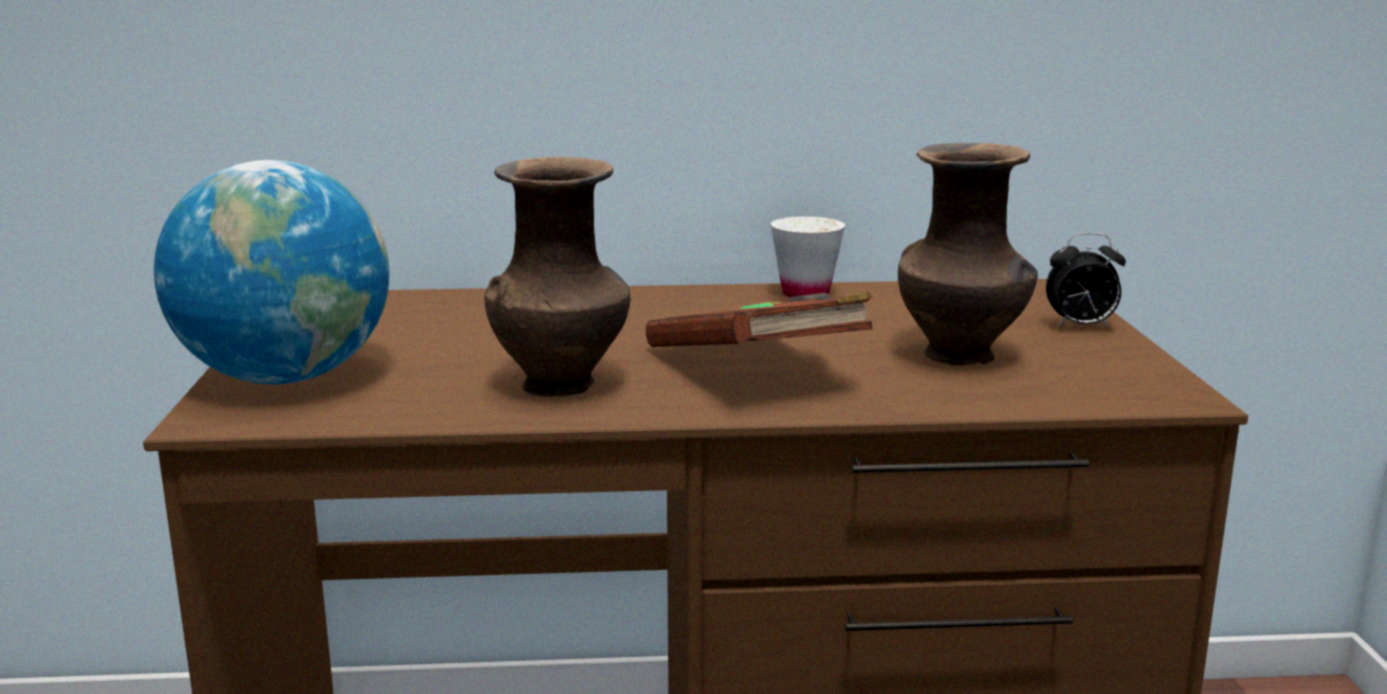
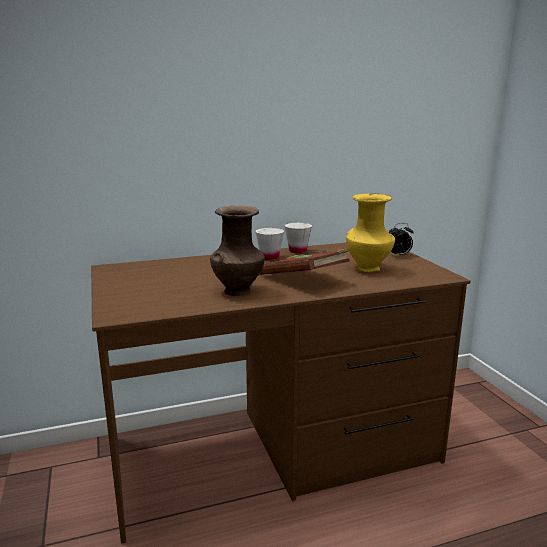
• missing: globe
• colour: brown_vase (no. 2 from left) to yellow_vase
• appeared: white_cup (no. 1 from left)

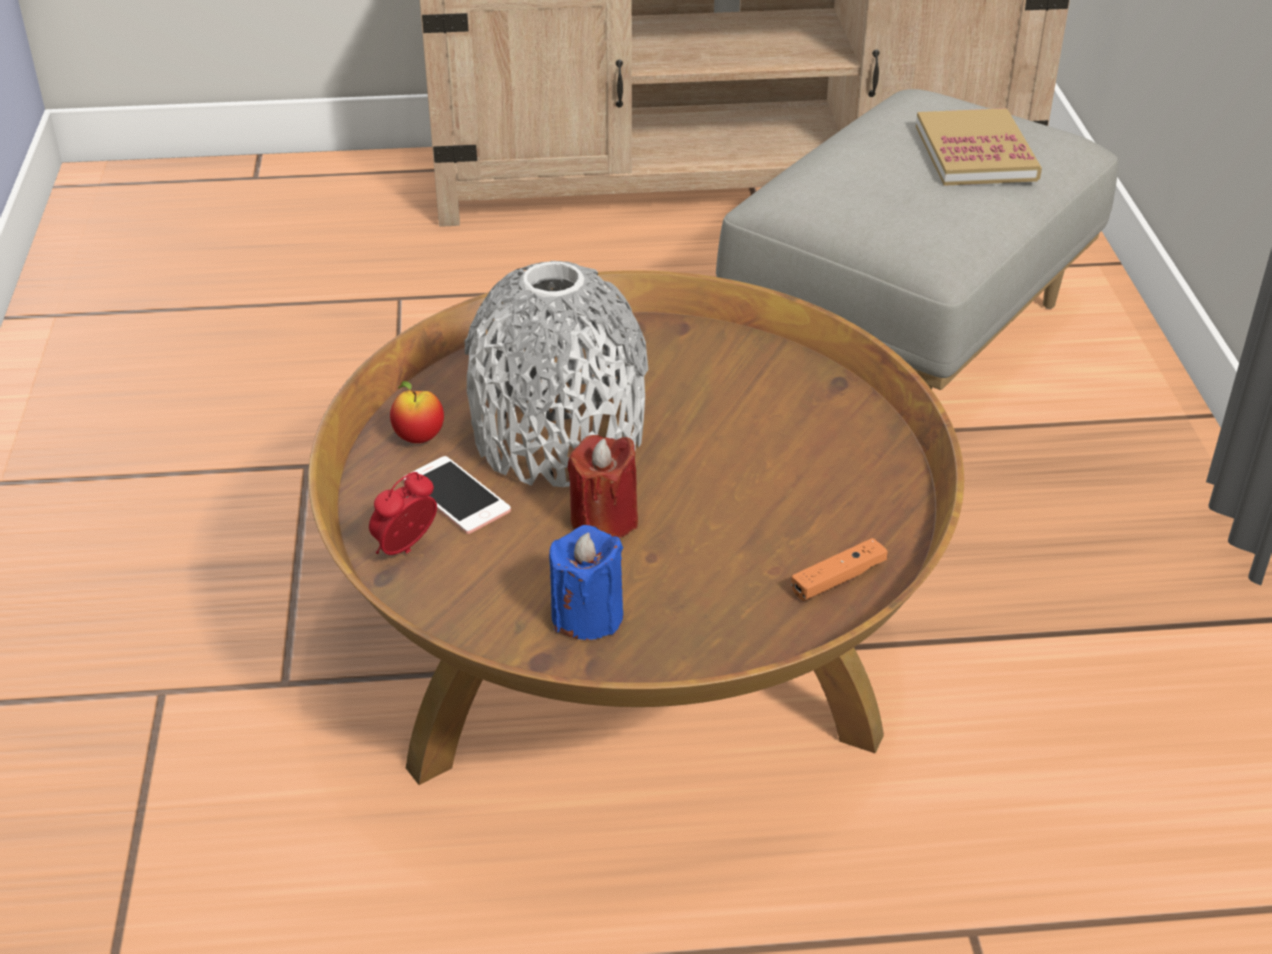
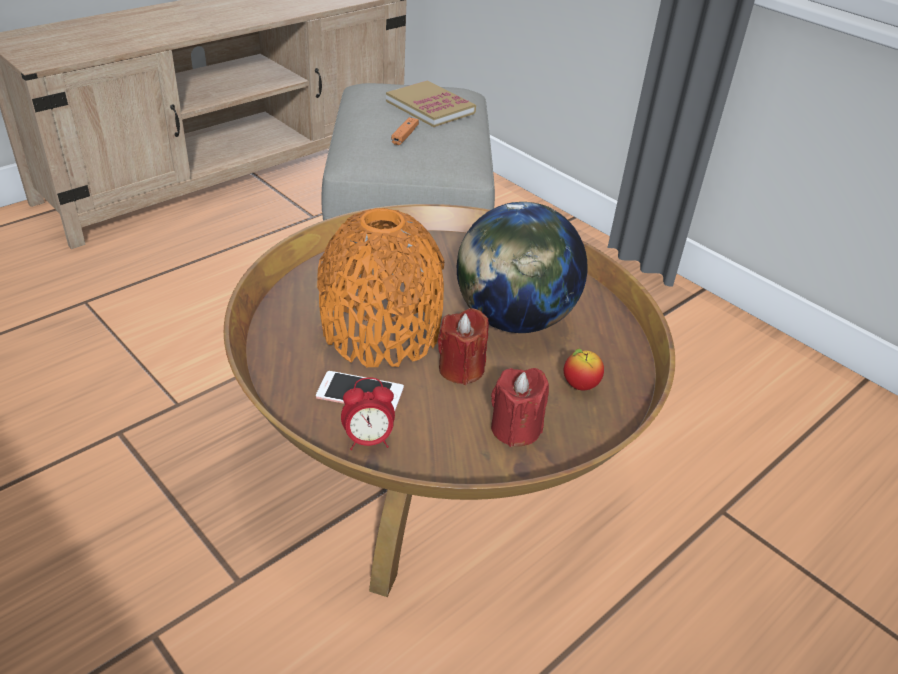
• spun: alarm_clock 105 degrees counterclockwise
• relocated: apple
• colour: grey_vase to orange_vase
• colour: blue_candle to red_candle (no. 2 from left)
• relocated: orange_game_controller
• appeared: globe

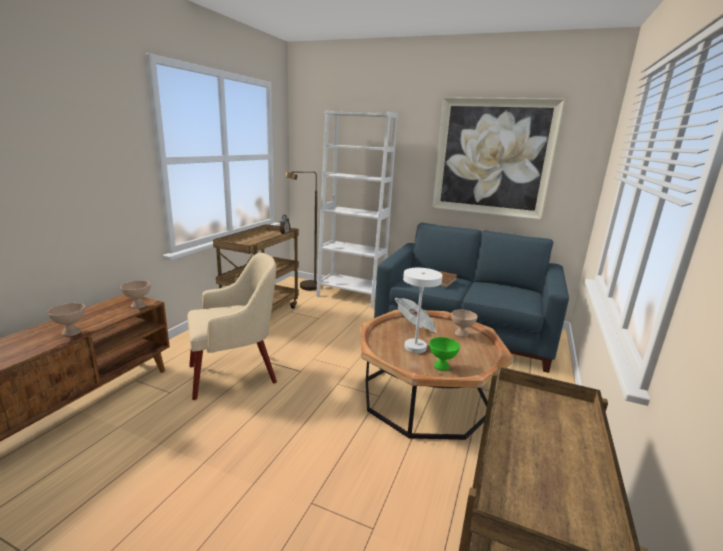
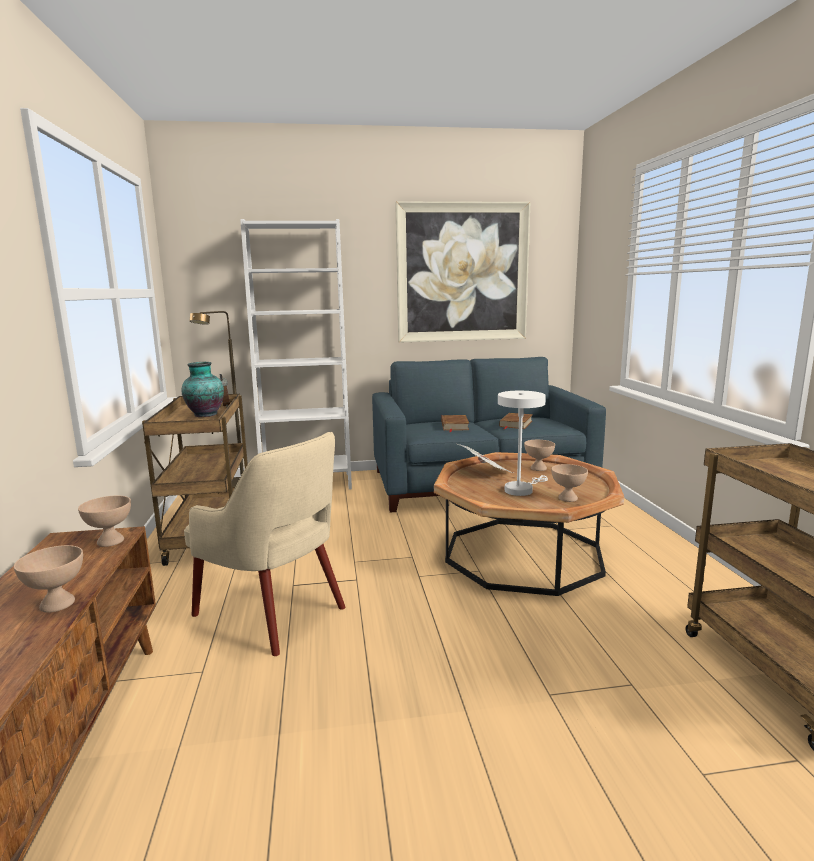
• spun: beige_armchair 90 degrees clockwise
• colour: green_bowl to beige_bowl (no. 4 from left)
• appeared: vase
• appeared: brown_book (no. 2 from left)

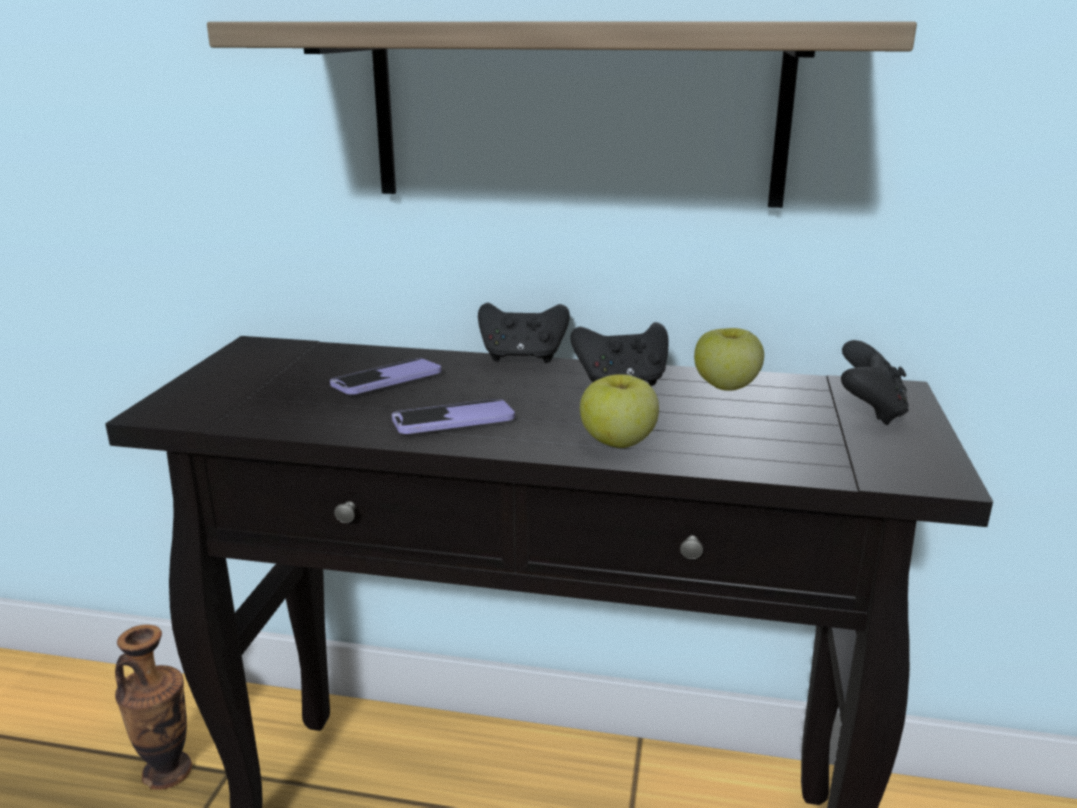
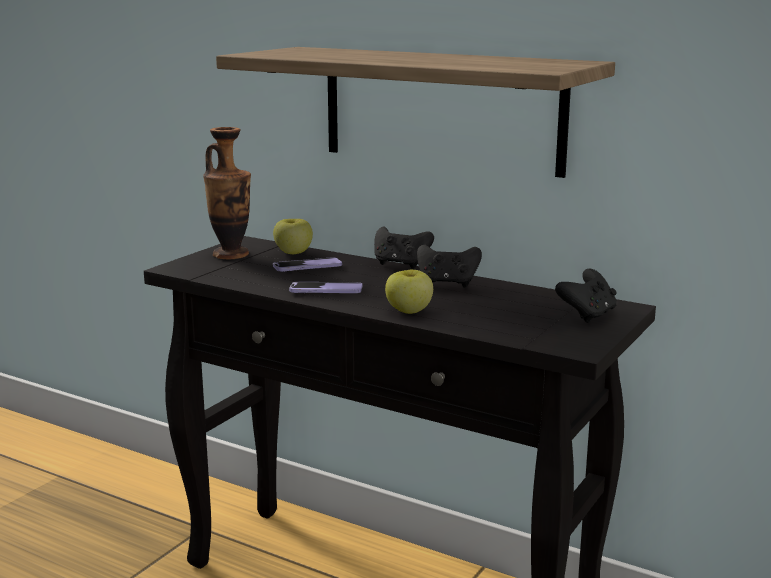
• relocated: vase
• relocated: apple (no. 2 from left in the first image) to apple (no. 1 from left)

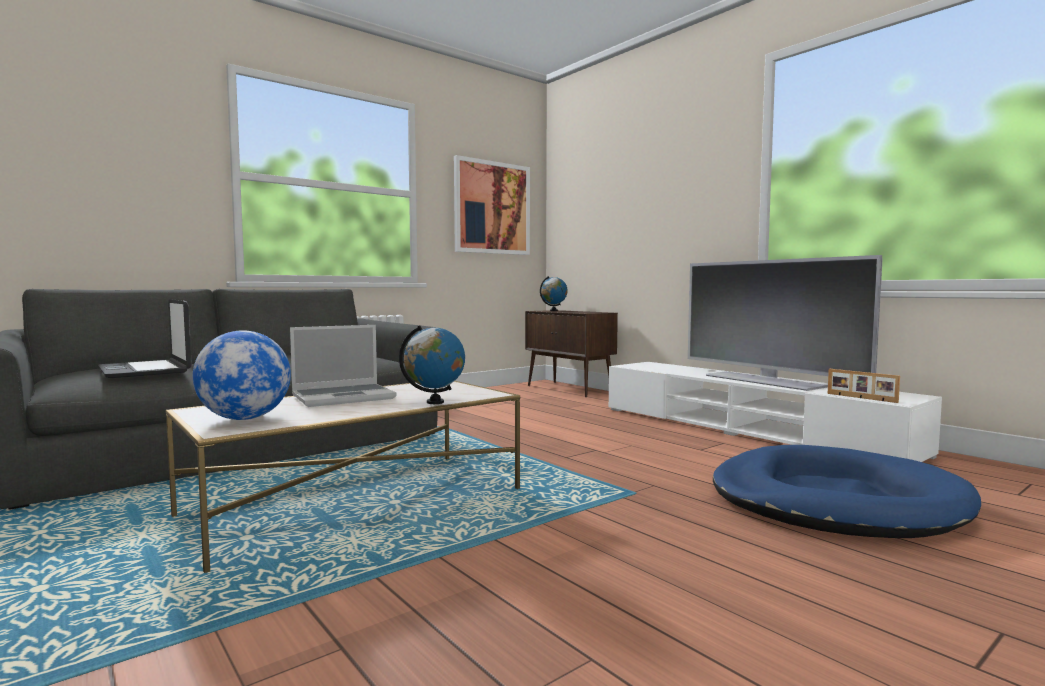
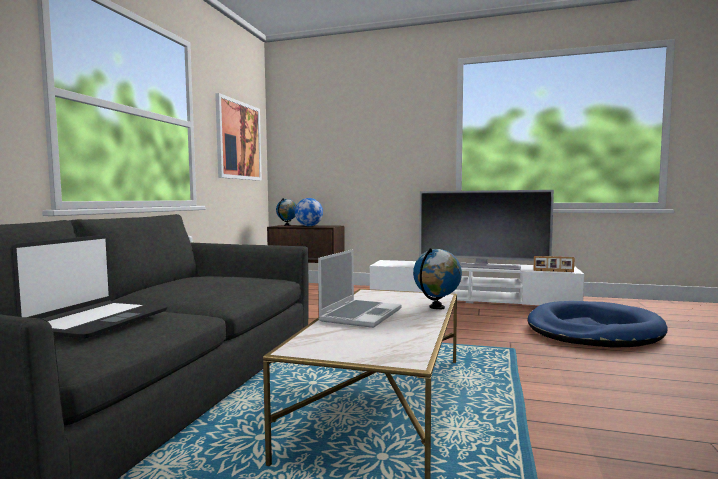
• spun: laptop (no. 1 from left) 90 degrees counterclockwise
• relocated: globe (no. 1 from left in the first image) to globe (no. 2 from left)

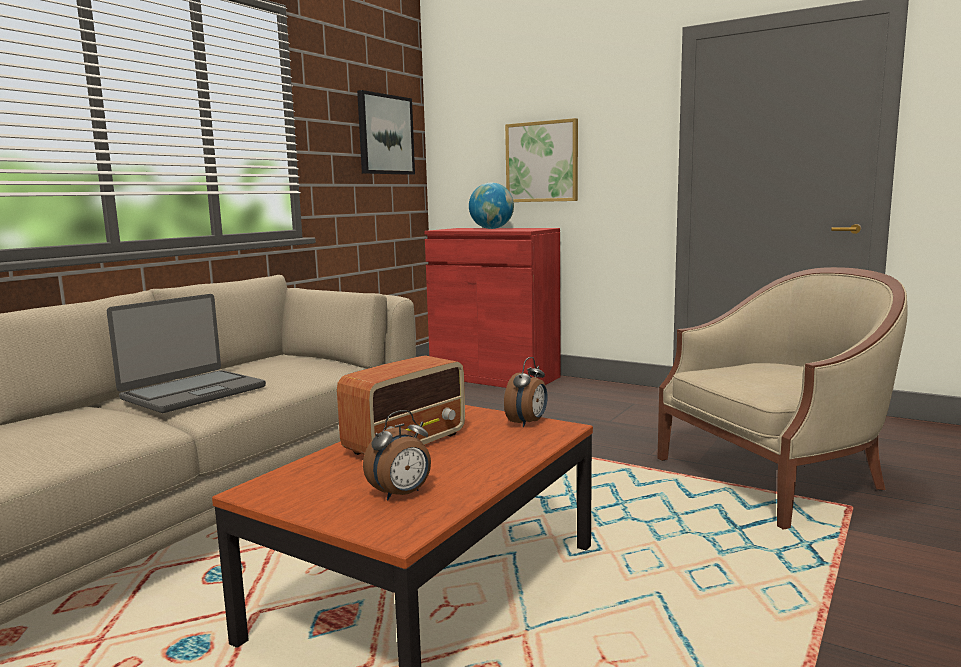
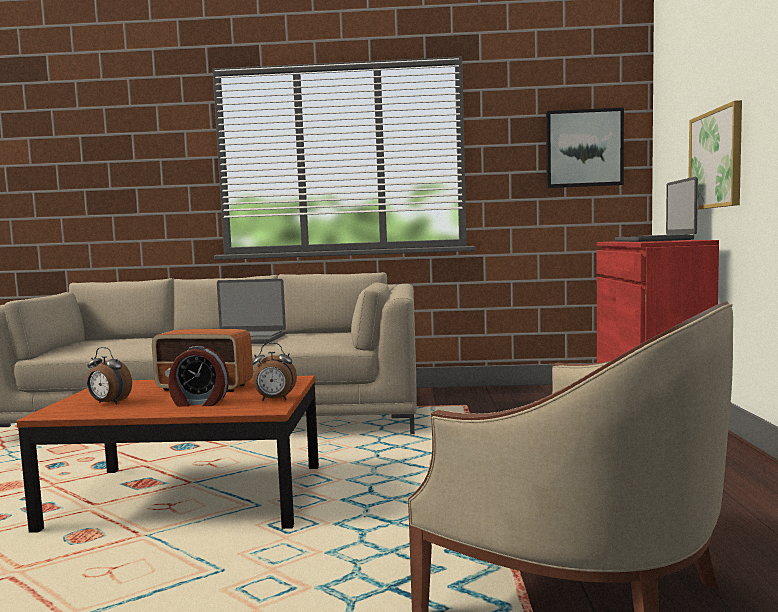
• exchanged: globe to laptop (no. 2 from left)
• appeared: alarm_clock (no. 2 from left)

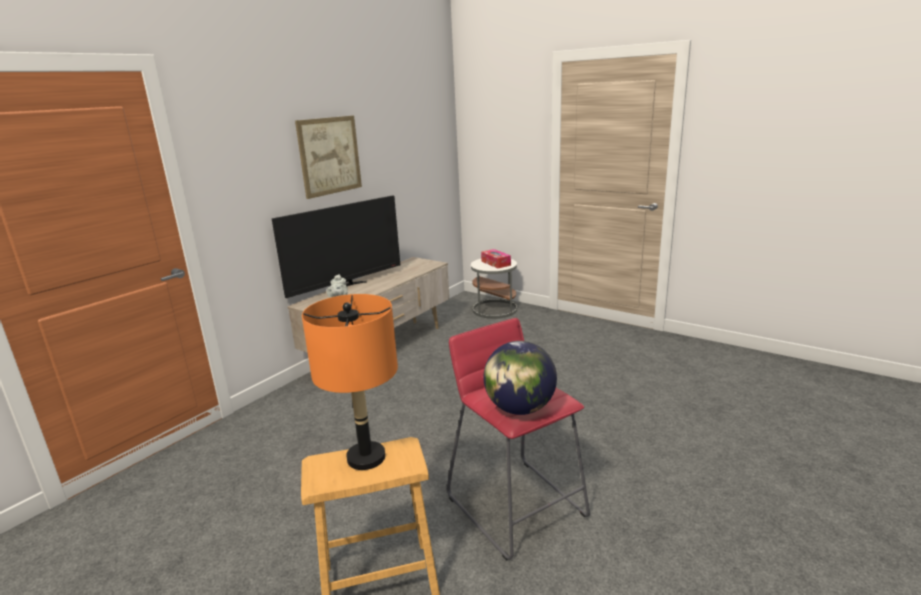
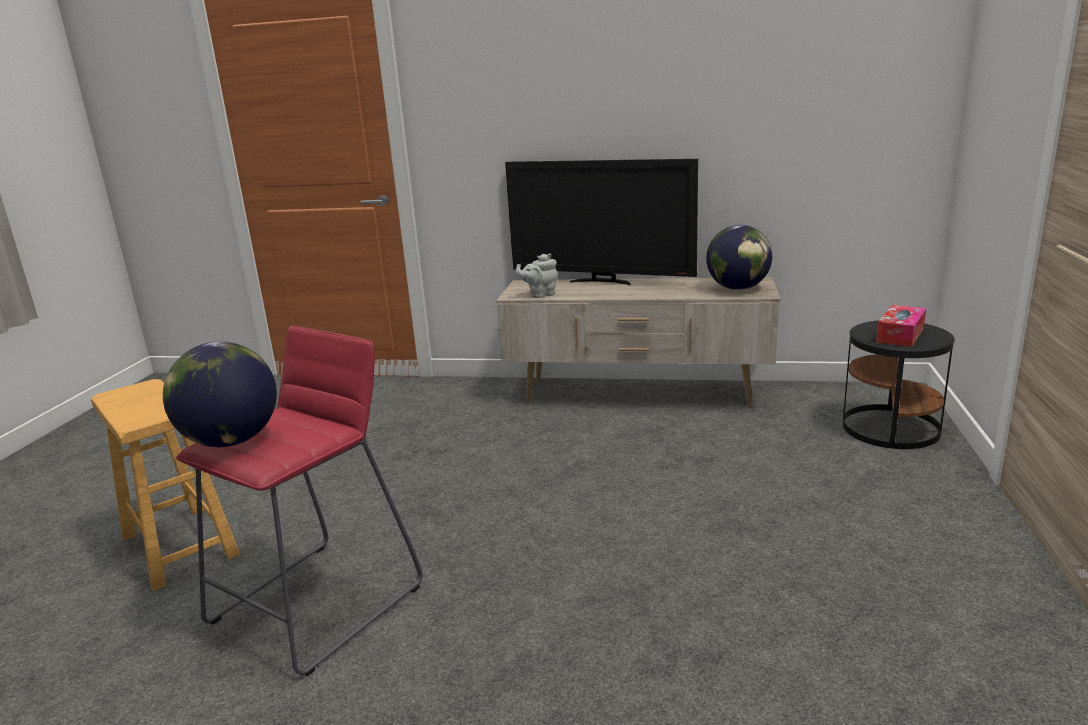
• missing: picture
• missing: orange_table_lamp
• colour: white_side_table to black_side_table
• appeared: globe (no. 2 from left)

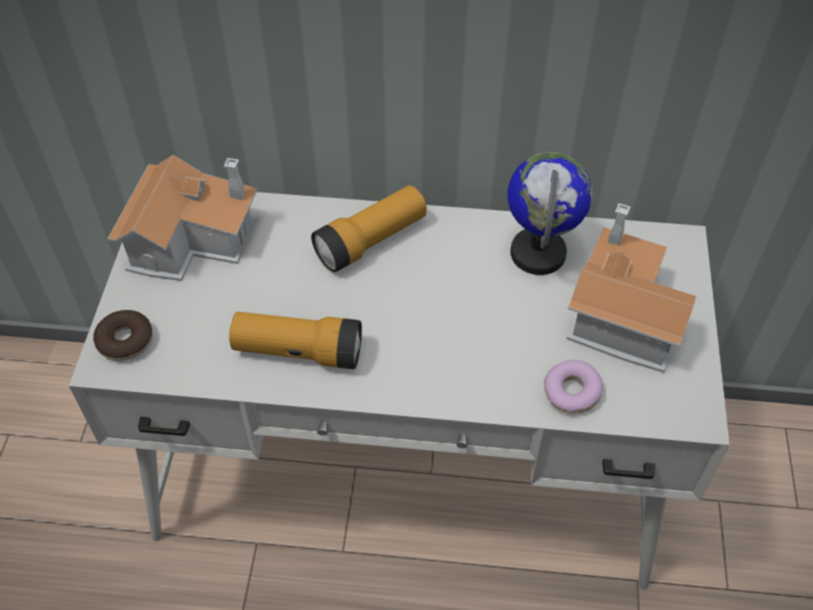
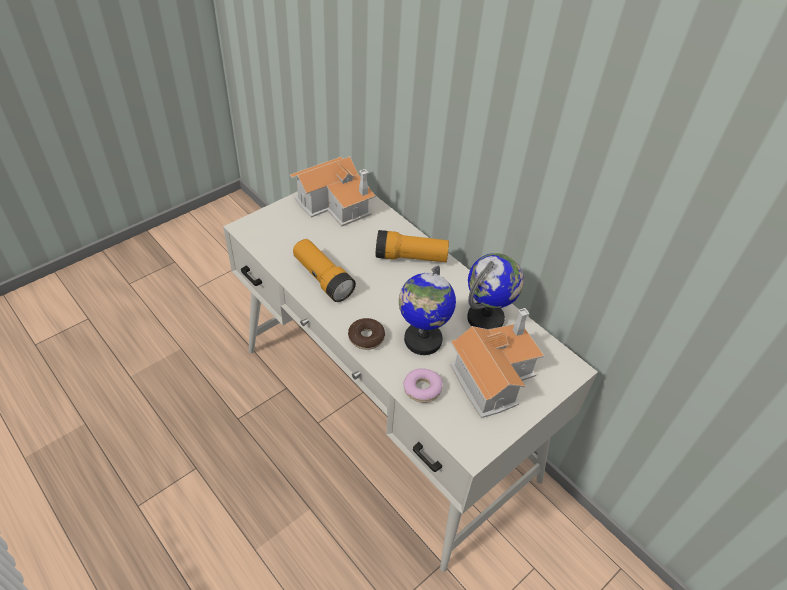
• relocated: donut (no. 1 from left)
• appeared: globe (no. 1 from left)

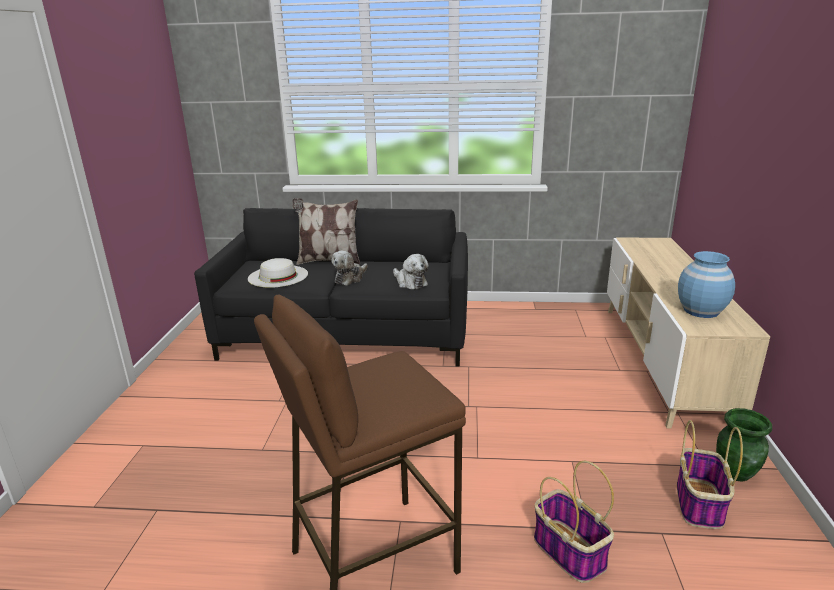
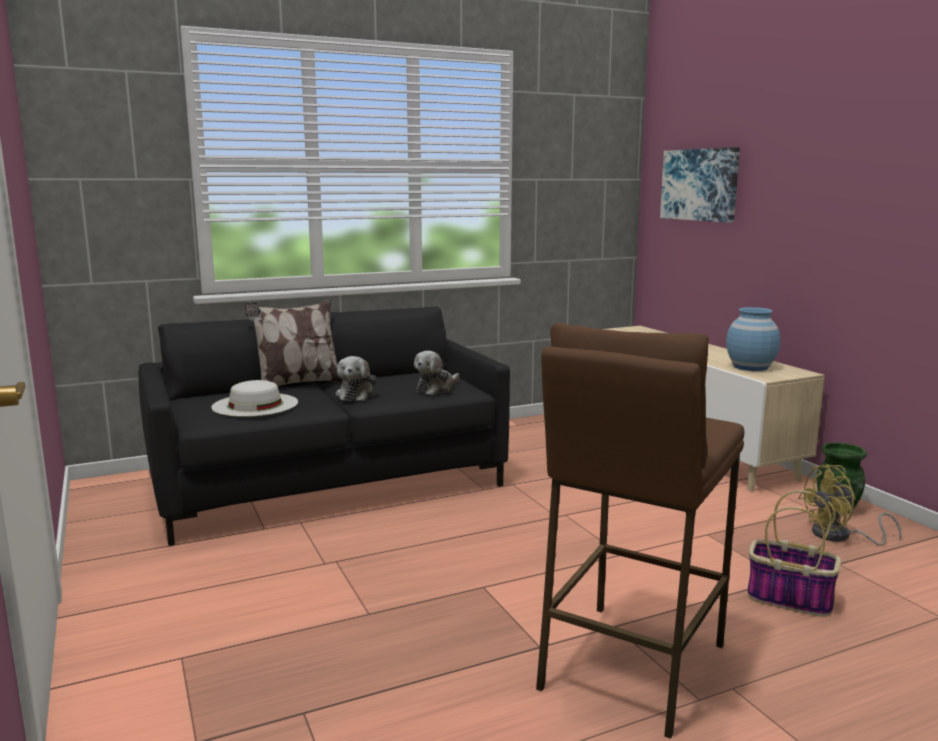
• spun: plush_toy (no. 2 from left) 105 degrees clockwise
• exchanged: basket (no. 2 from left) to yellow_fan
• appeared: picture

